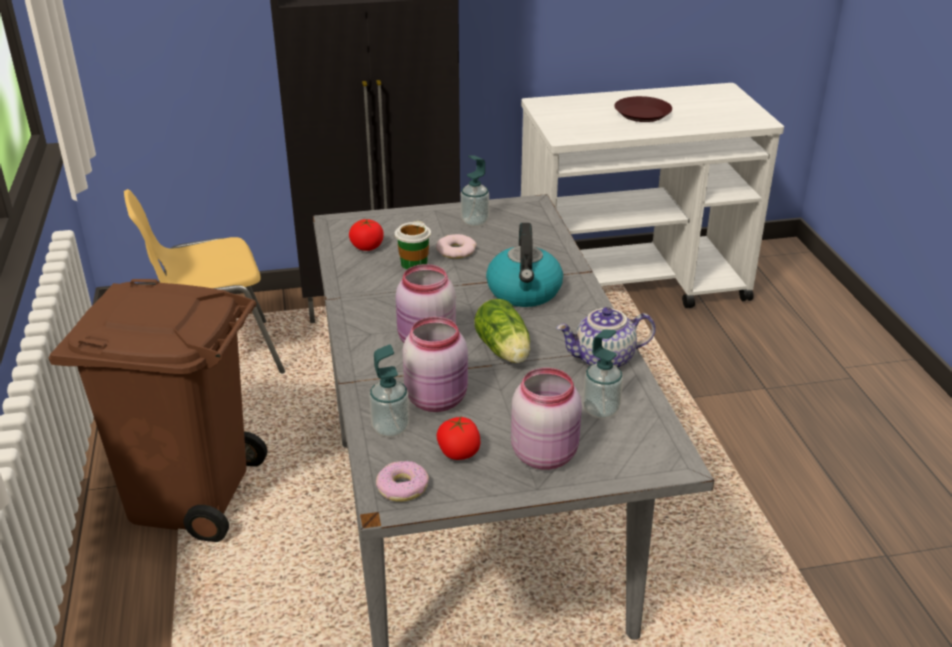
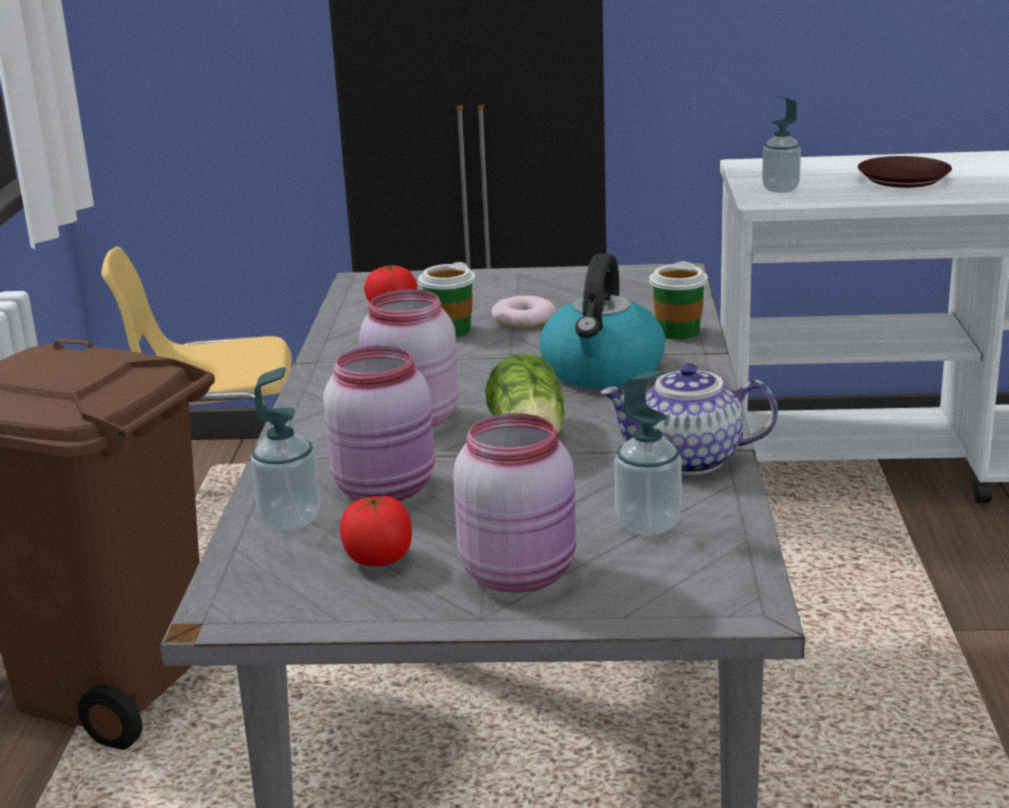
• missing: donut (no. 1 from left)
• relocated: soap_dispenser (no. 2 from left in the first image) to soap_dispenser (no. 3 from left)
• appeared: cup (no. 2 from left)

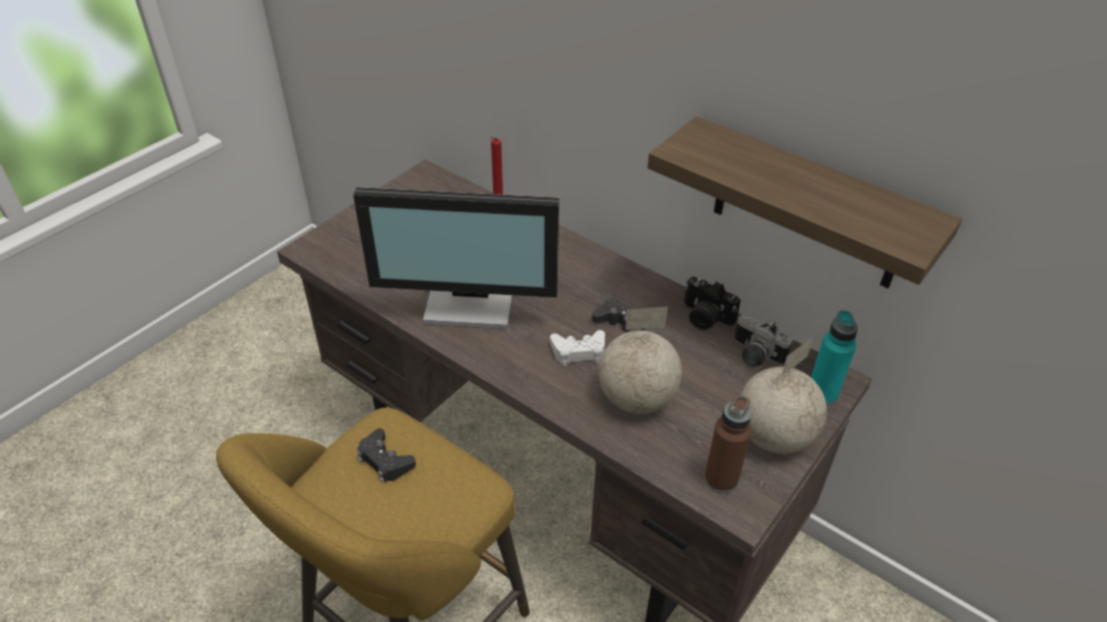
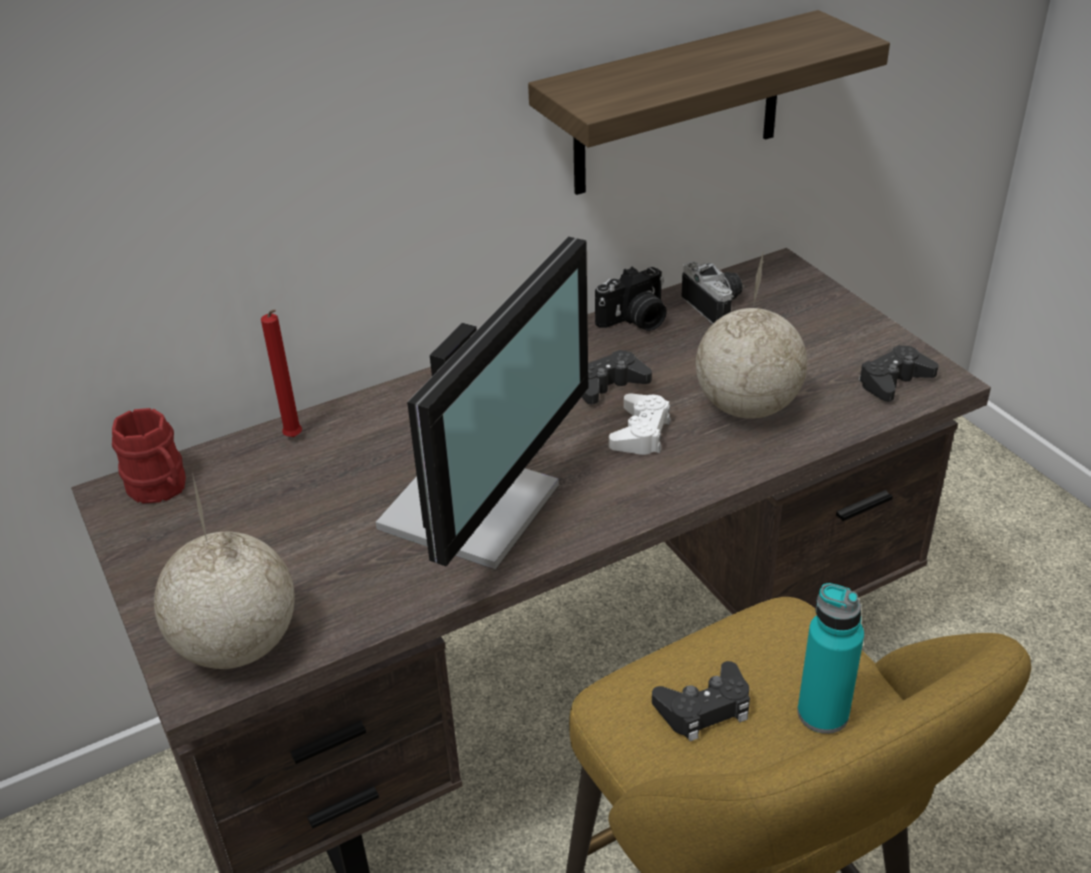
• exchanged: brown_bottle to black_game_controller (no. 3 from left)
• spun: photo_camera (no. 2 from left) 90 degrees counterclockwise
• relocated: globe (no. 2 from left in the first image) to globe (no. 1 from left)
• relocated: turquoise_bottle
• appeared: red_mug

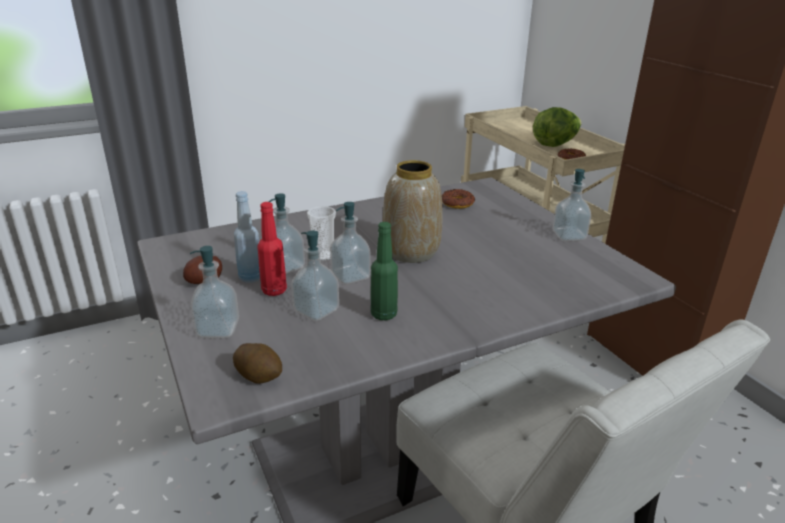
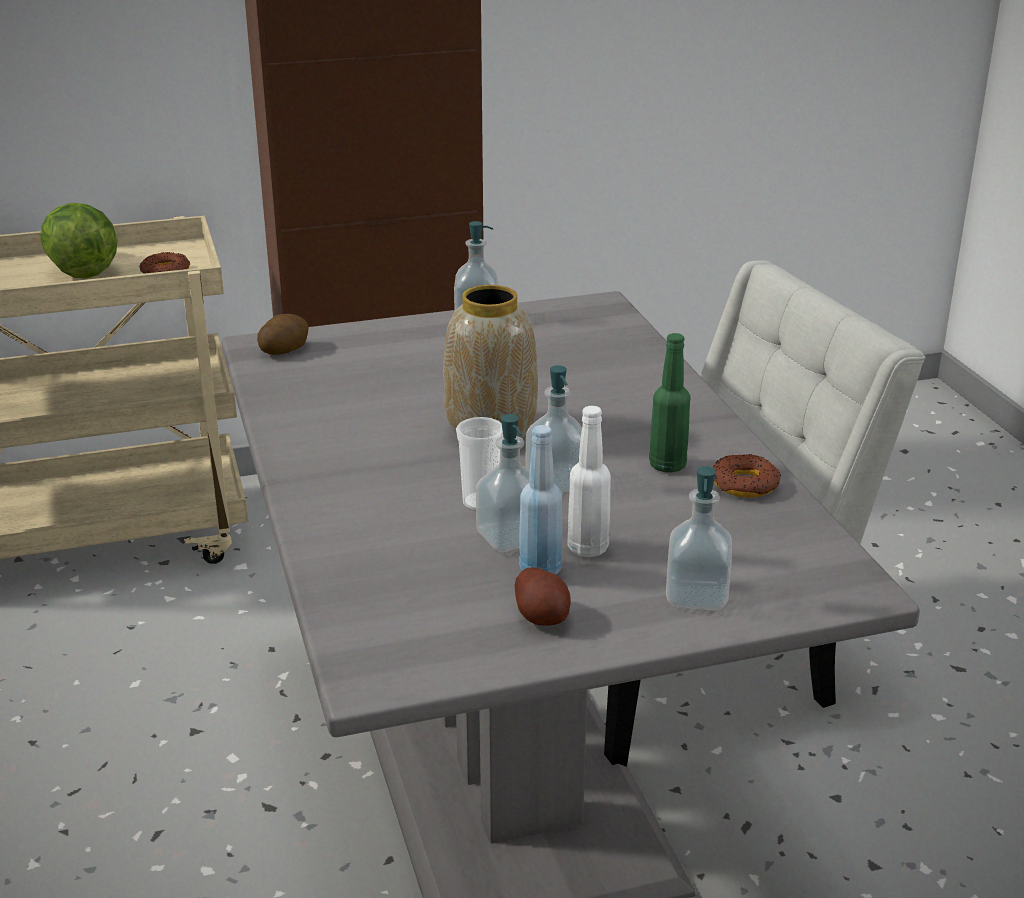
• relocated: potato (no. 2 from left in the first image) to potato (no. 1 from left)
• colour: red_bottle to white_bottle
• missing: soap_dispenser (no. 3 from left)
• relocated: donut (no. 1 from left in the first image) to donut (no. 2 from left)

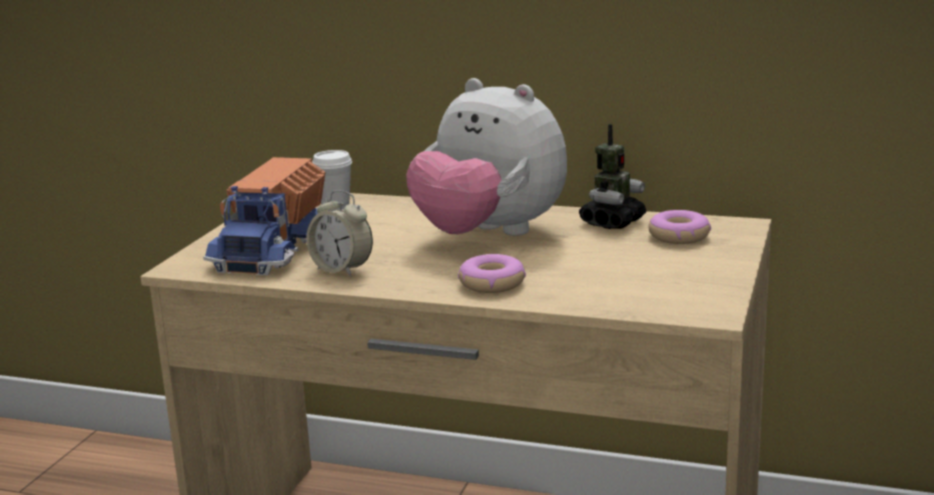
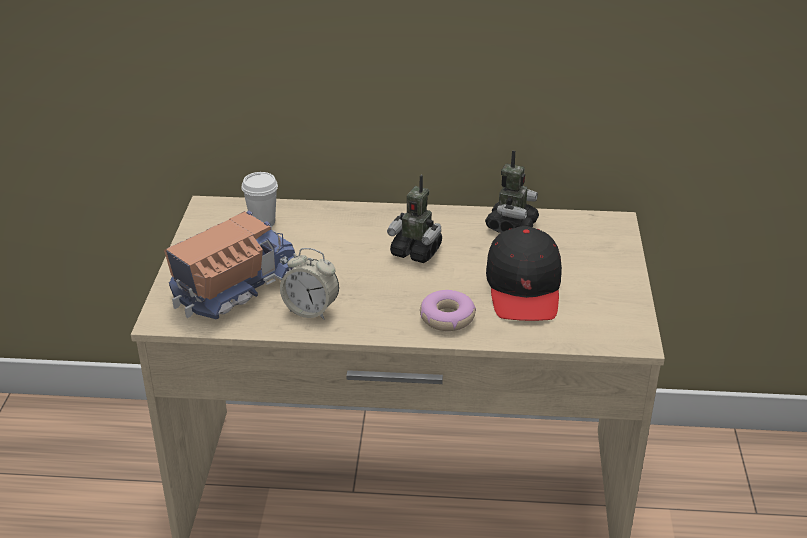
• spun: toy_truck 135 degrees counterclockwise
• exchanged: plush_toy to toy_robot (no. 1 from left)
• missing: donut (no. 2 from left)
• appeared: black_cap

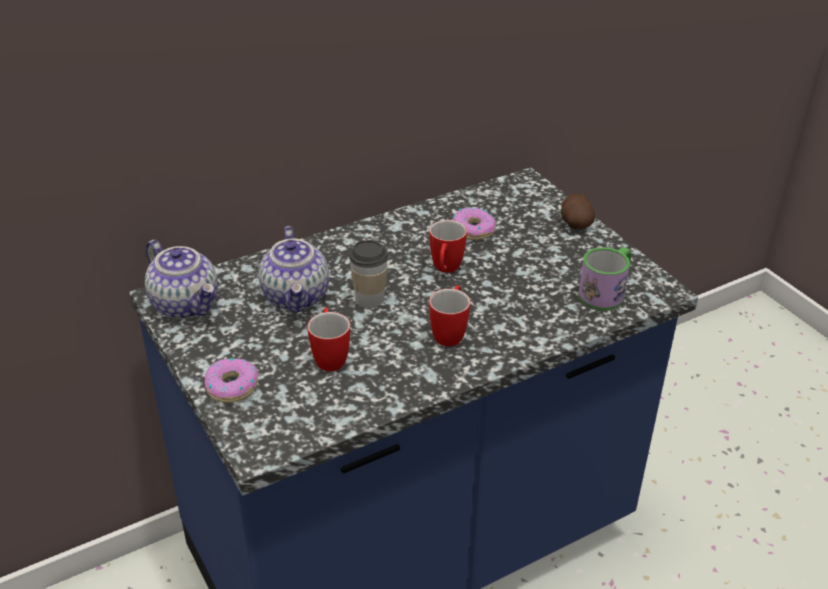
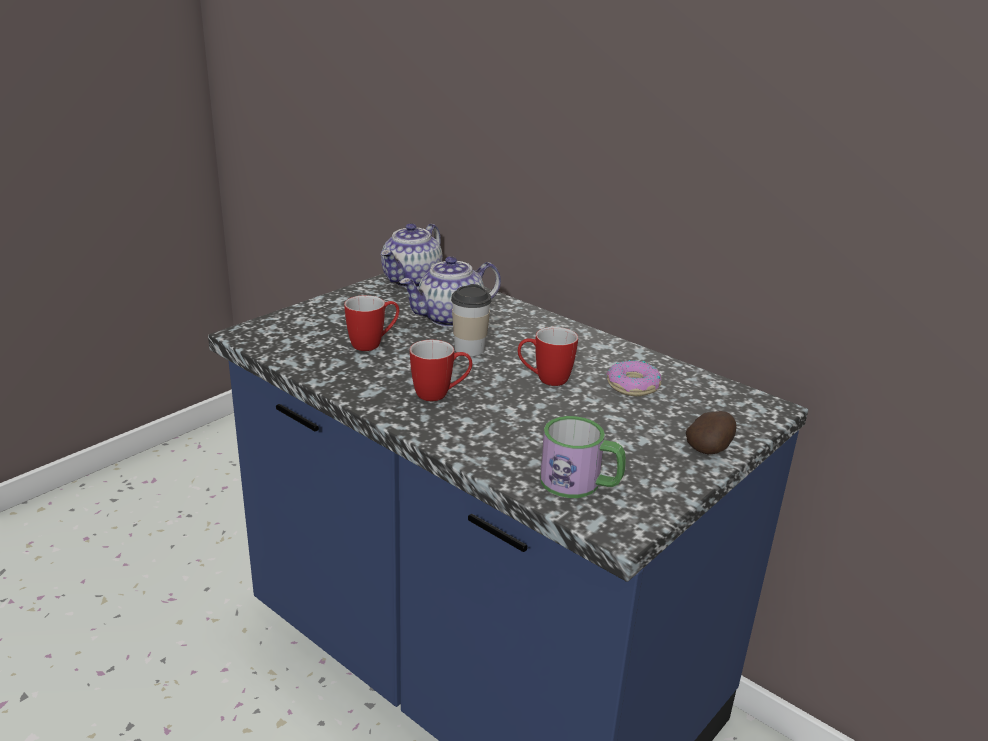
• missing: donut (no. 1 from left)

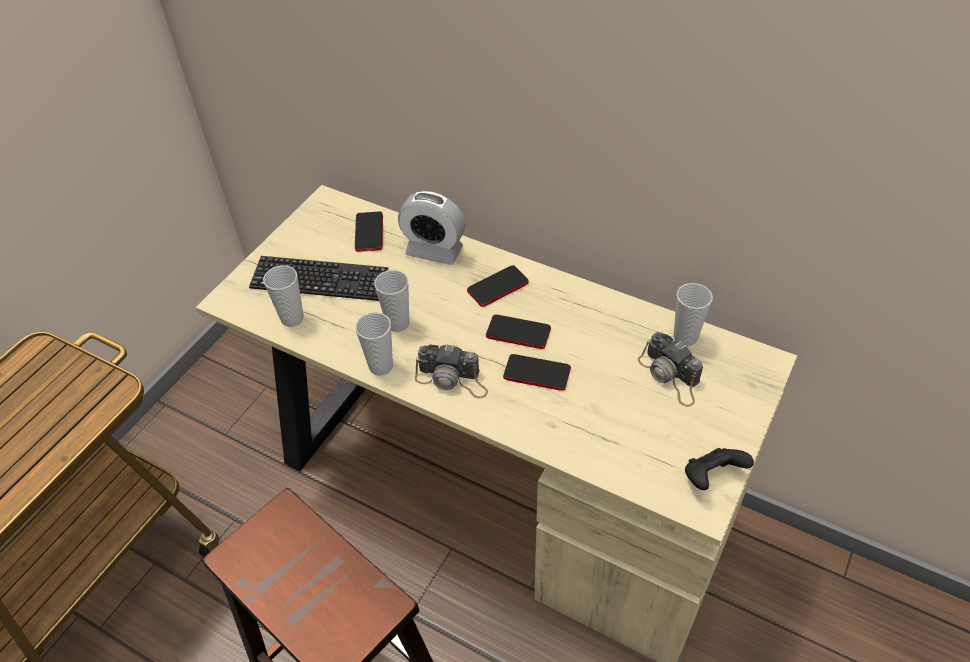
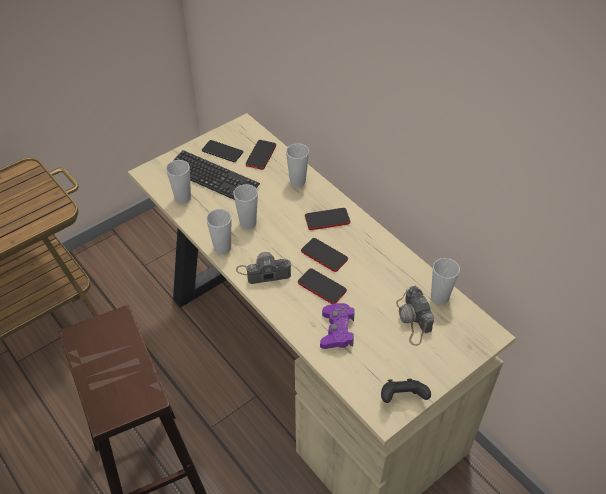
• exchanged: alarm_clock to cup (no. 4 from left)
• spun: photo_camera (no. 1 from left) 135 degrees clockwise
• appeared: phone (no. 1 from left)
• appeared: purple_game_controller

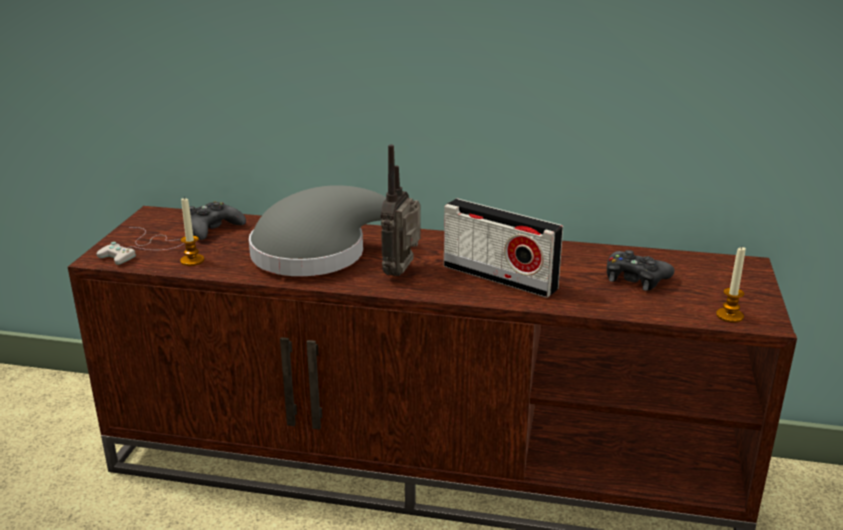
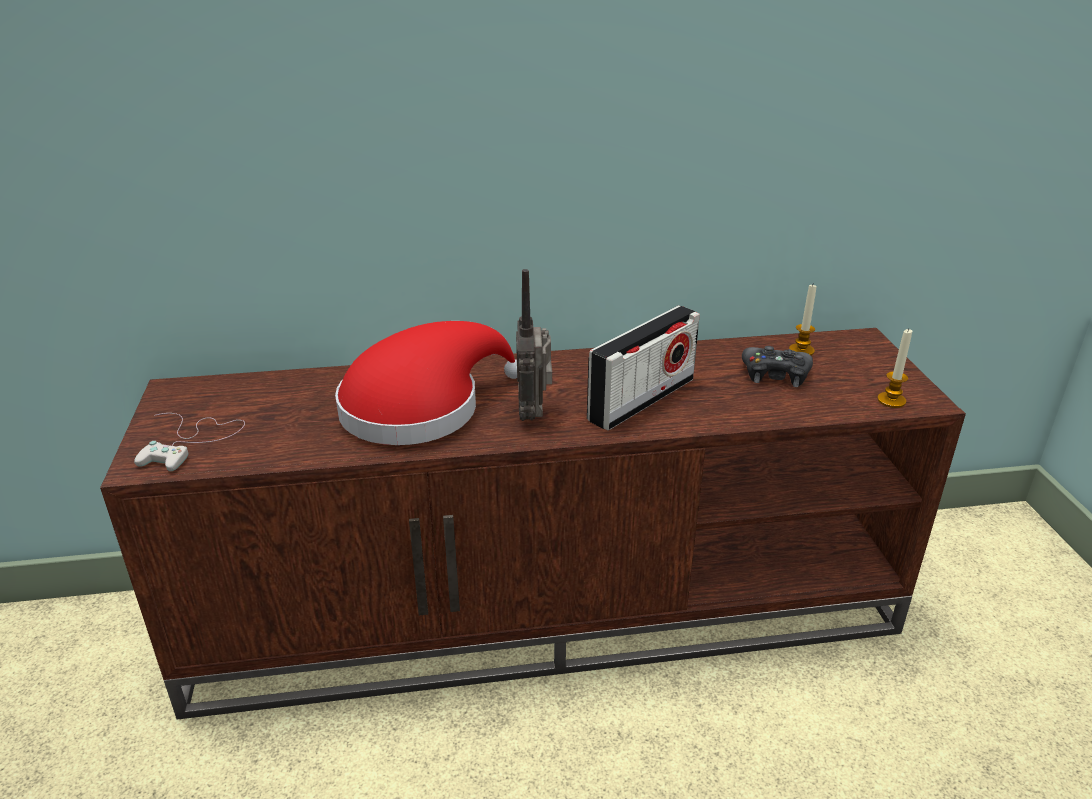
• relocated: candle (no. 1 from left)
• missing: black_game_controller (no. 1 from left)
• colour: grey_hat to red_hat
• spun: radio (no. 2 from left) 60 degrees counterclockwise

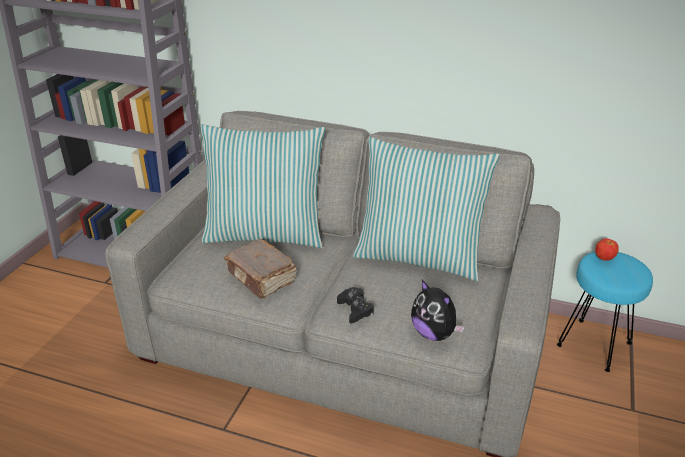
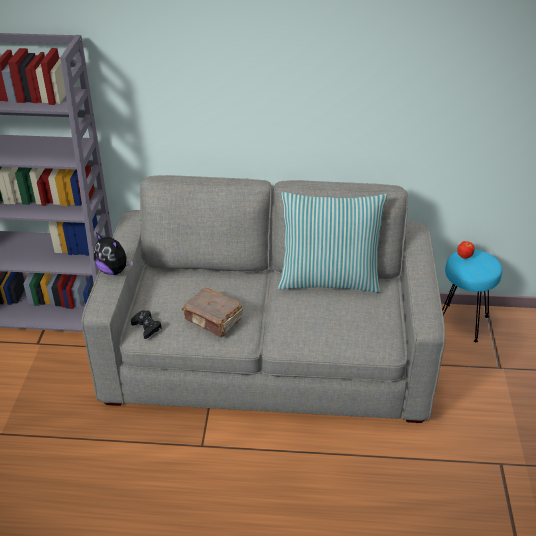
• missing: pillow (no. 1 from left)
• relocated: black_game_controller
• relocated: plush_toy

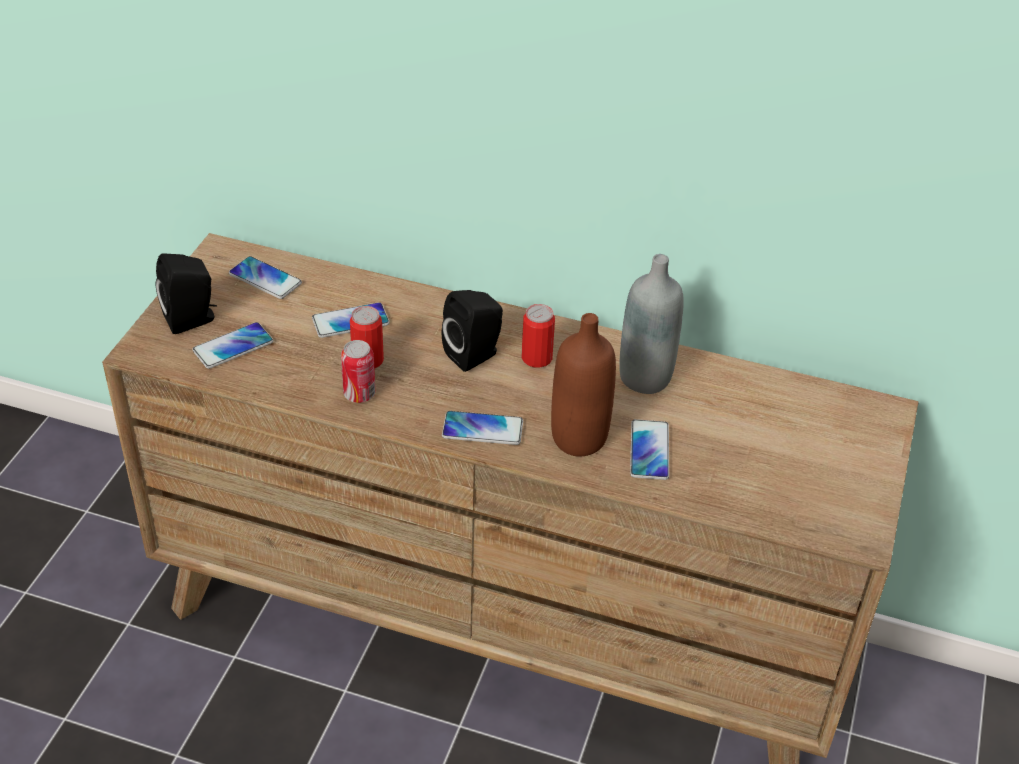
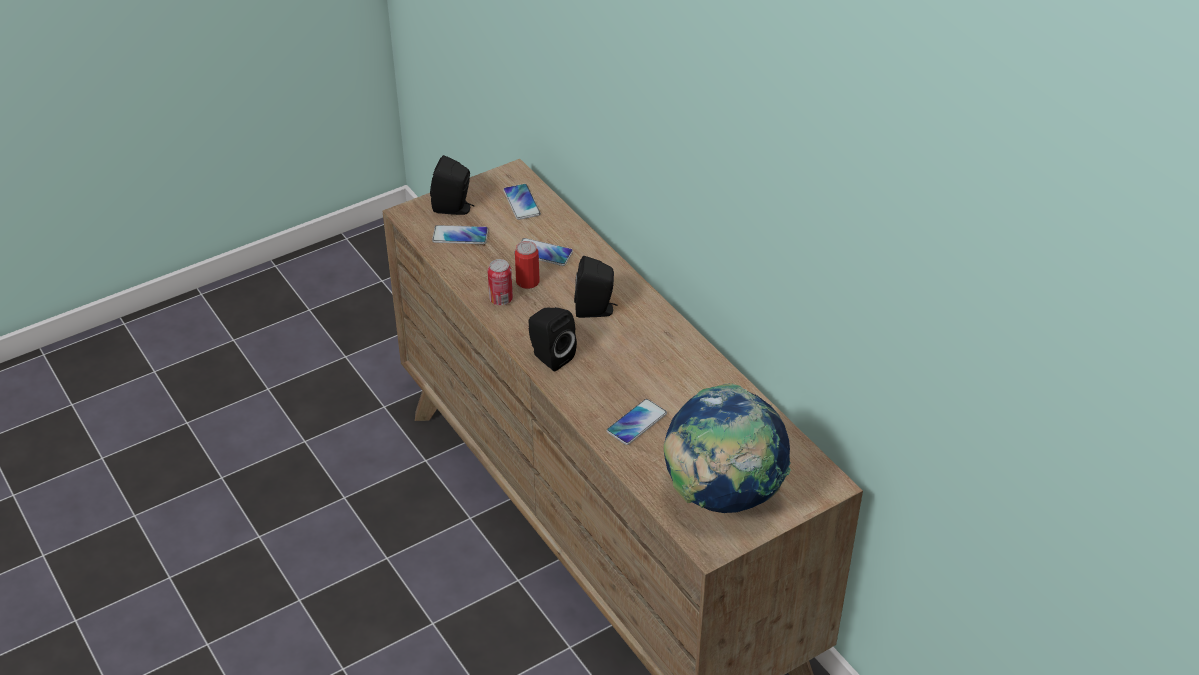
• exchanged: phone (no. 4 from left) to black_speaker (no. 2 from left)
• missing: can (no. 3 from left)
• missing: brown_bottle
• missing: grey_bottle
• appeared: globe

